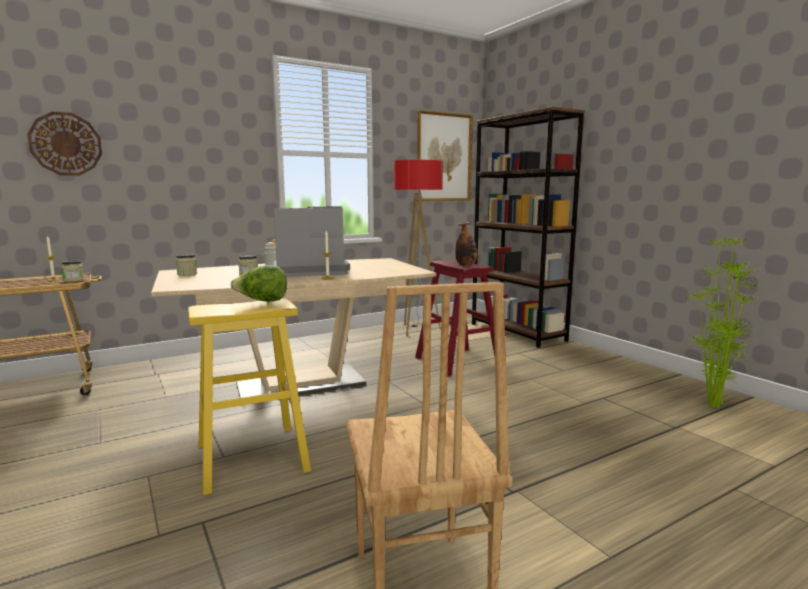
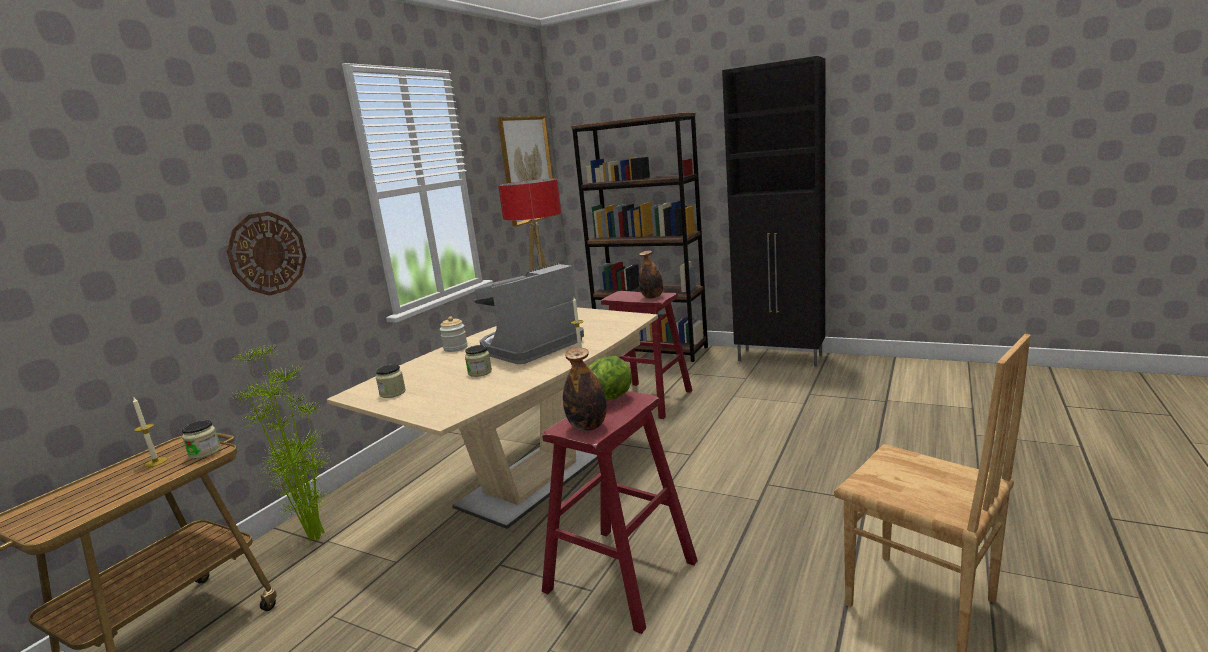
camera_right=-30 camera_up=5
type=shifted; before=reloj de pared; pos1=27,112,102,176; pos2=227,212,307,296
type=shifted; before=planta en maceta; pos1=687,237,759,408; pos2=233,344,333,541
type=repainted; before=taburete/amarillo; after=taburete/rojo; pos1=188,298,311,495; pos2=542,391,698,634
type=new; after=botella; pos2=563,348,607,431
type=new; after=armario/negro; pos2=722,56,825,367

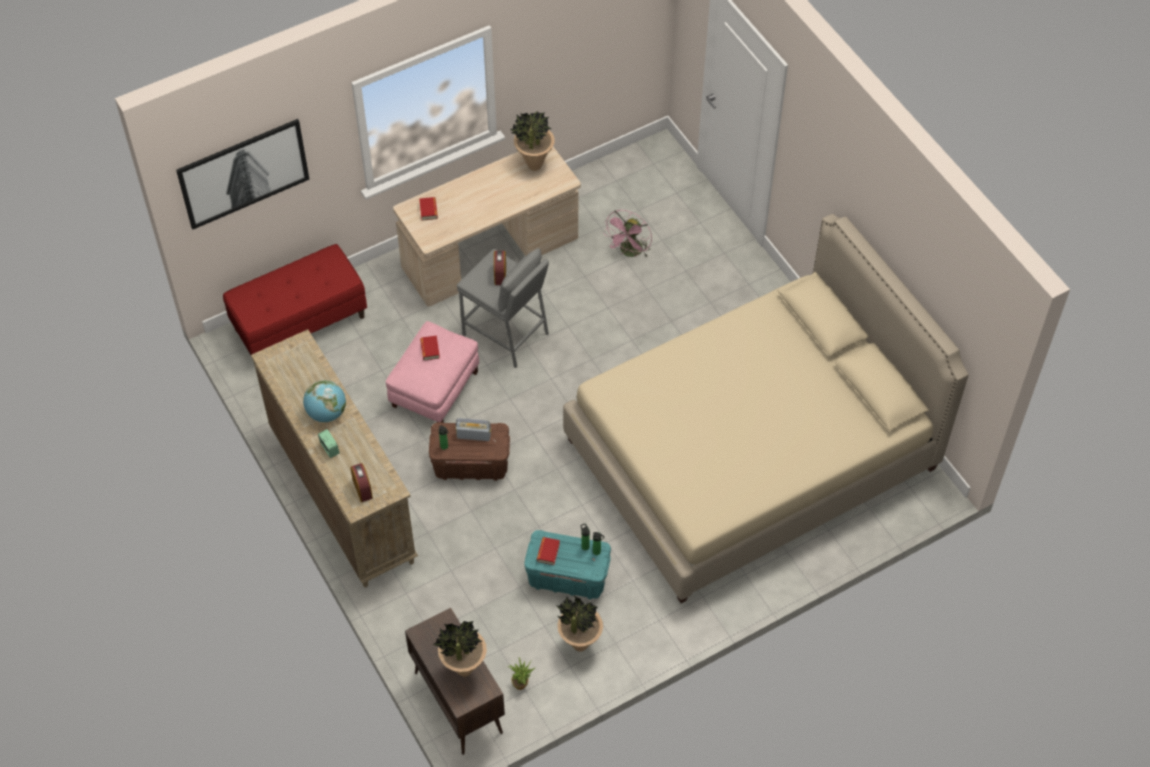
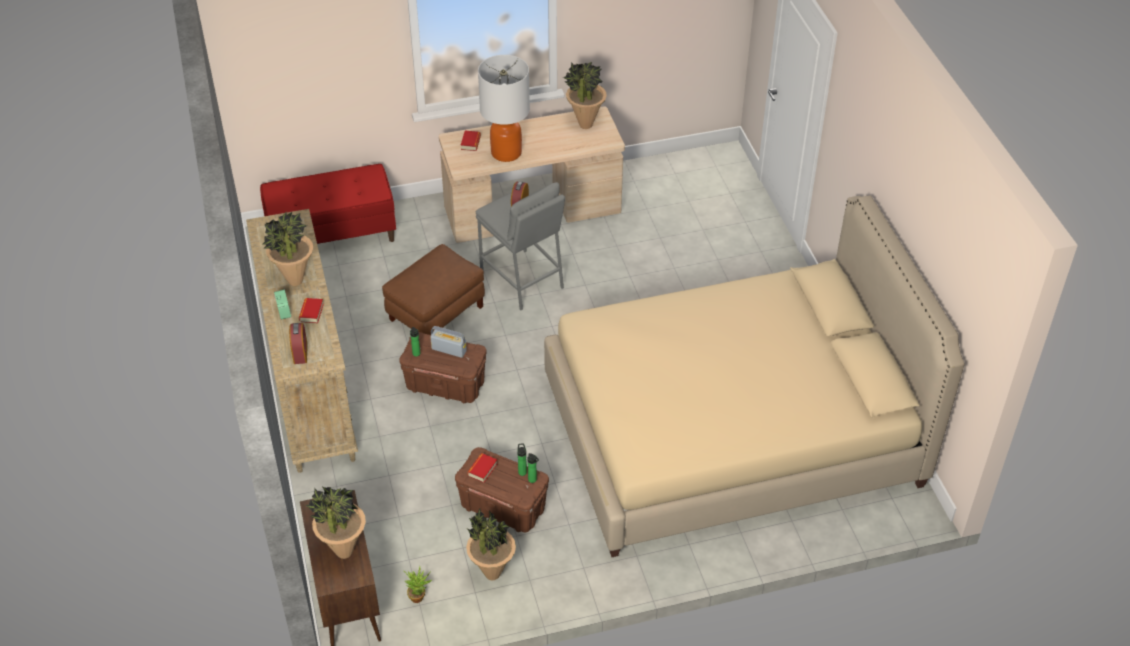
camera_right=15 camera_up=-10
type=swapped; before=globo terráqueo; after=planta en maceta; pos1=303,380,346,422; pos2=262,212,313,286
type=shifted; before=libro; pos1=420,336,440,361; pos2=299,298,324,323
type=repainted; before=puf/rosa; after=puf/marrón; pos1=385,321,479,423; pos2=382,244,485,335
type=repainted; before=caja de almacenaje/turquesa; after=caja de almacenaje/marrón; pos1=524,530,611,599; pos2=455,447,549,533
type=new; after=lámpara de mesa; pos2=478,55,530,162
type=gone; before=cuadro; pos1=176,119,310,229
type=gone; before=ventilador/rosa; pos1=603,210,652,257

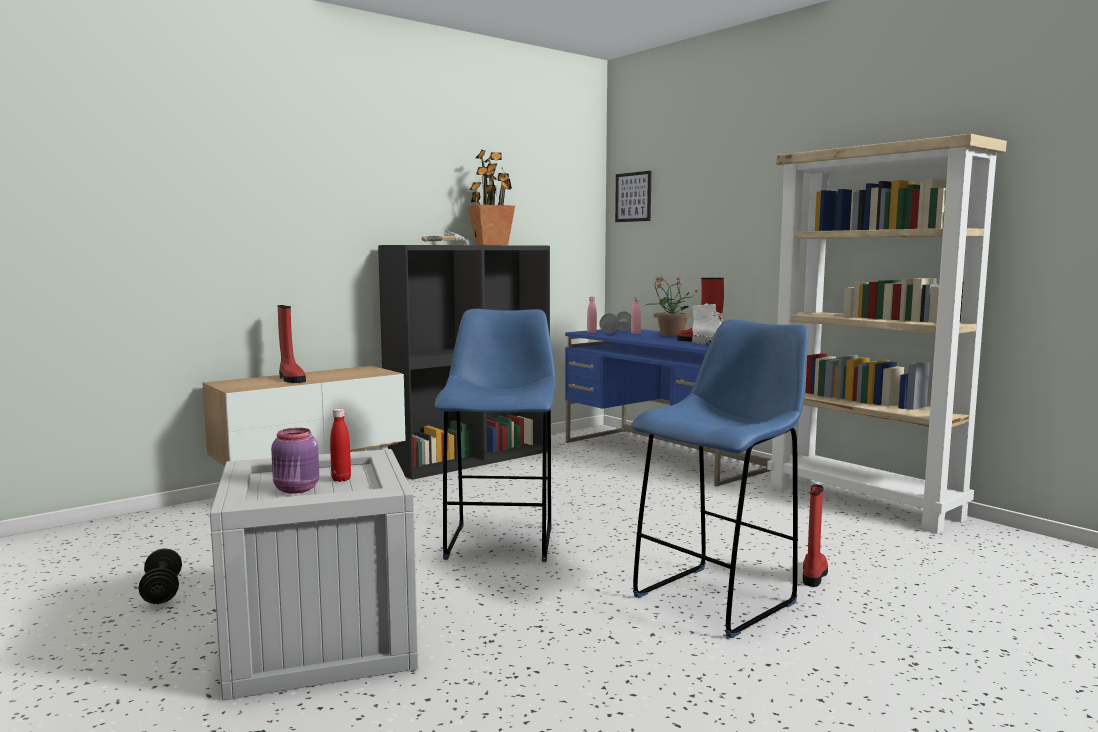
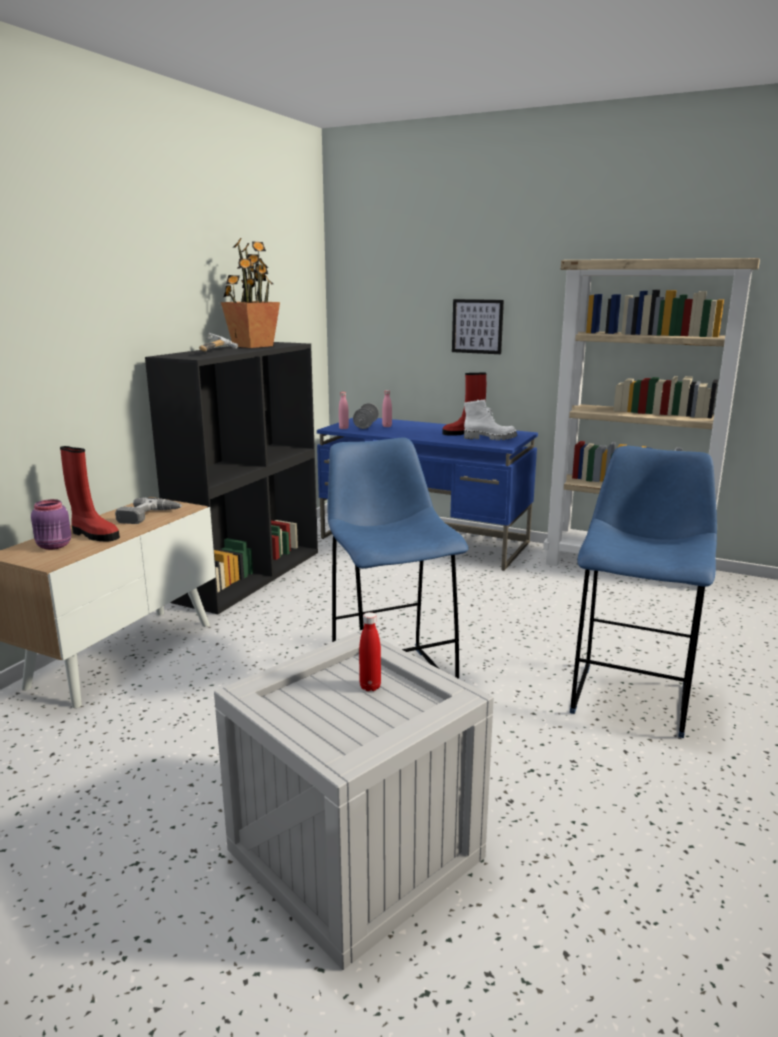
camera_right=-25 camera_up=10
type=shifted; before=tarro/morado; pos1=271,428,319,493; pos2=31,499,71,550
type=new; after=taladro; pos2=115,498,182,524
type=shifted; before=cuadro; pos1=615,171,652,222; pos2=452,299,504,354
type=gone; before=mancuerna/negro; pos1=138,548,182,604
type=gone; before=planta en maceta; pos1=646,276,699,336
type=gone; before=bota/rojo; pos1=803,485,828,587

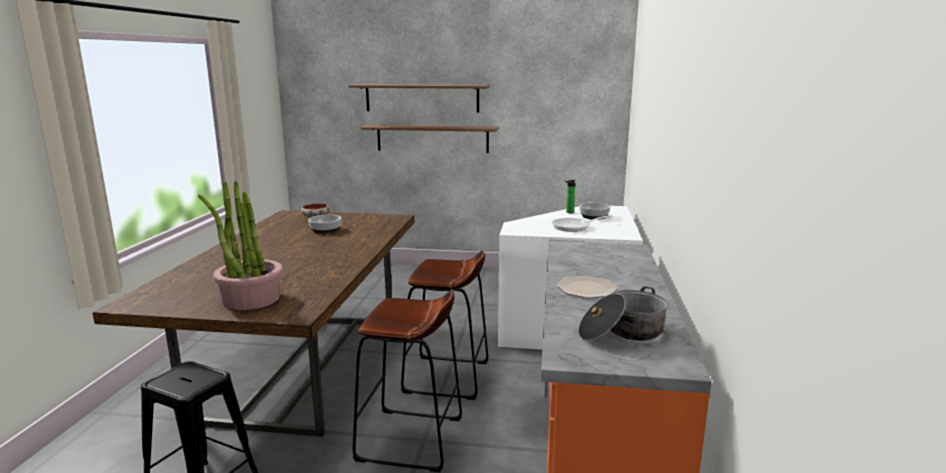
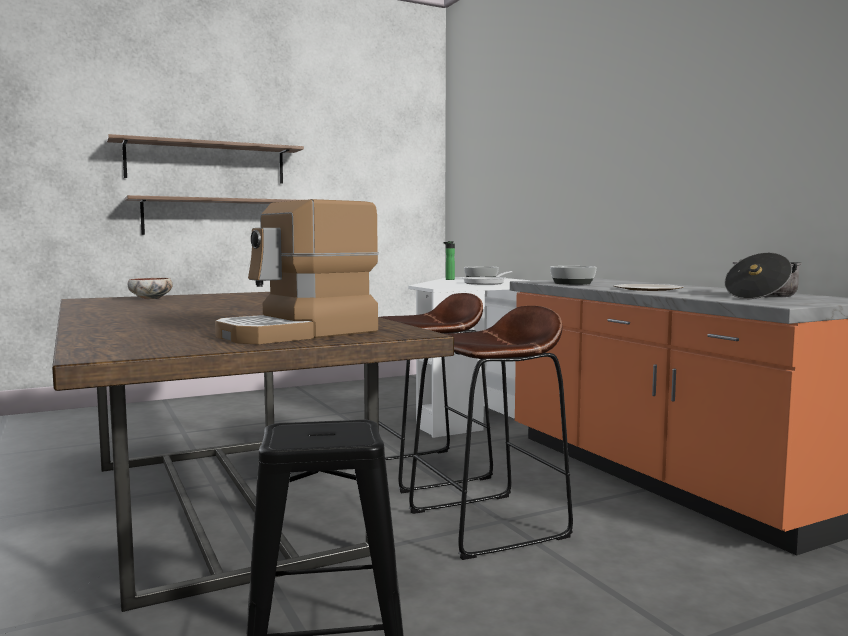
camera_right=-35 camera_up=-10
type=swapped; before=planta en maceta; after=cafetera; pos1=198,181,283,310; pos2=215,199,379,344
type=shifted; before=cuenco; pos1=308,215,342,234; pos2=550,266,597,285

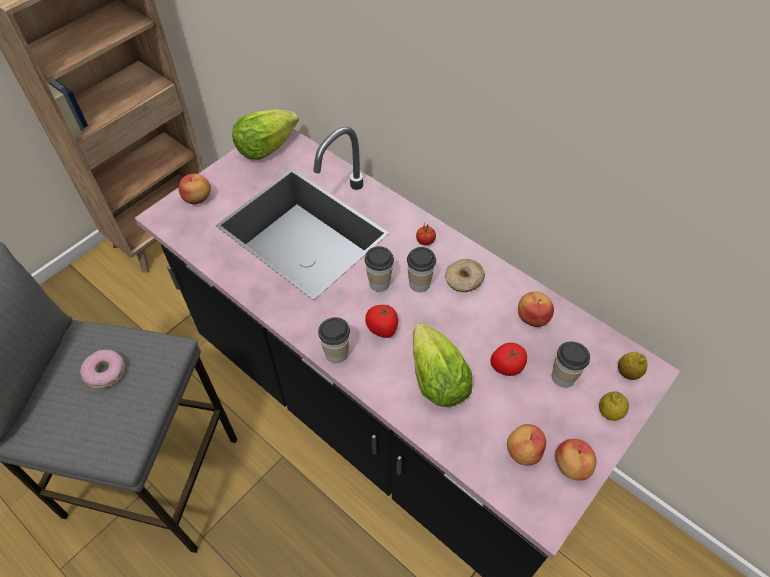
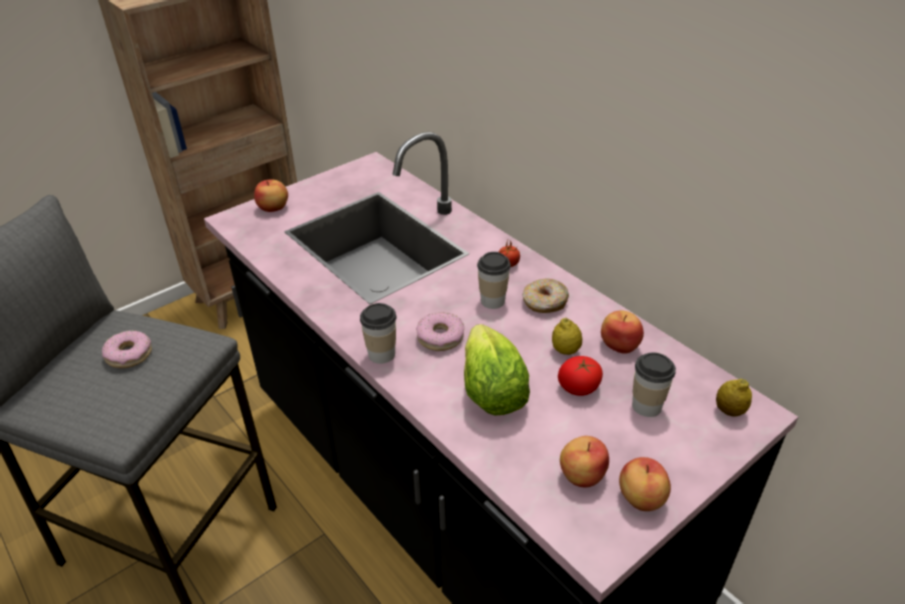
camera_right=10 camera_up=-15
type=swapped; before=tomate; after=rosquilla; pos1=365,305,398,338; pos2=416,312,464,351
type=shifted; before=limón; pos1=599,392,629,421; pos2=552,318,582,355
type=gone; before=lechuga; pos1=232,109,299,160
type=gone; before=taza; pos1=365,246,394,292

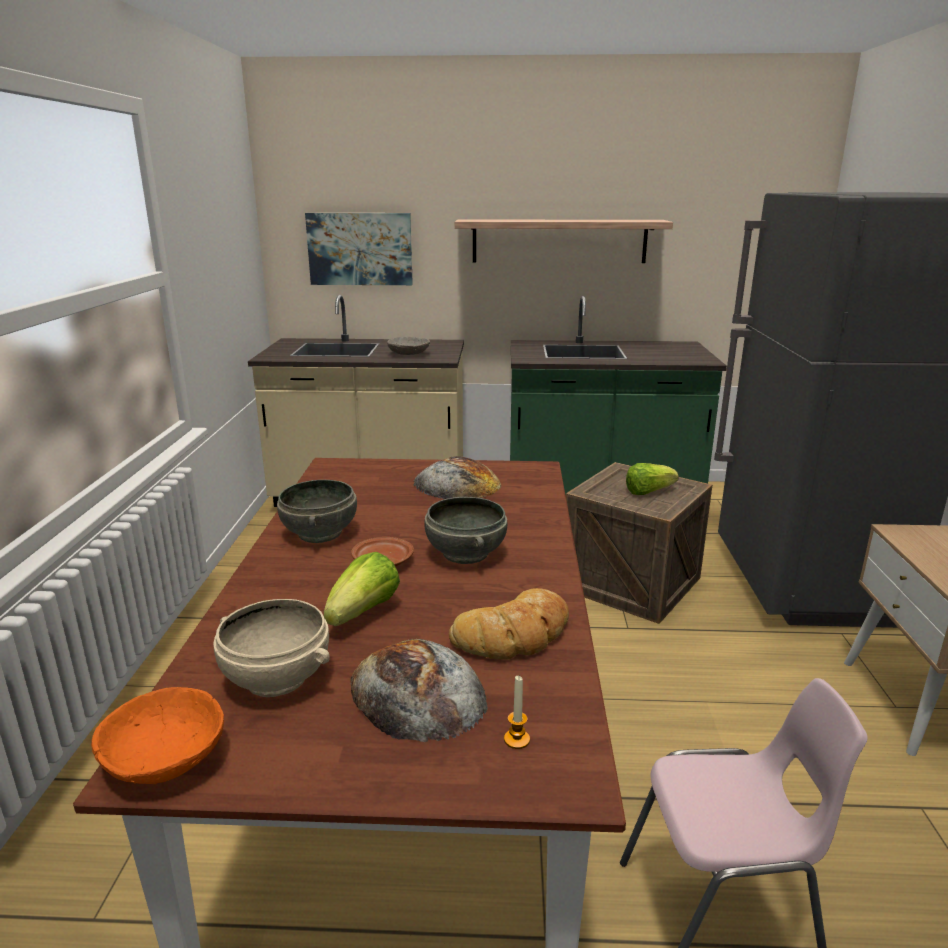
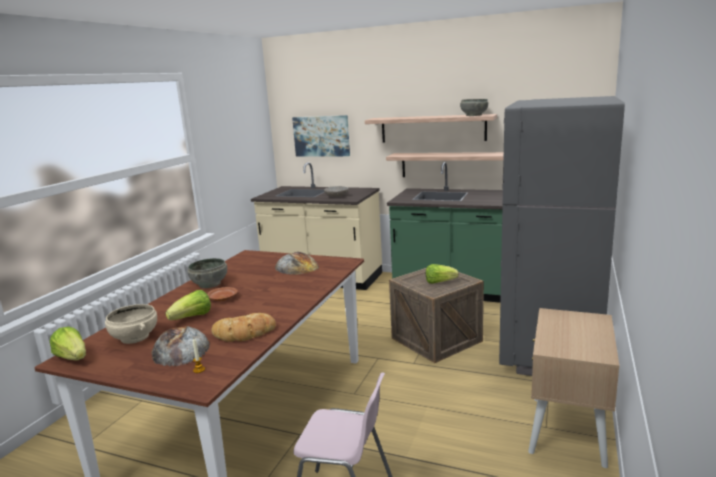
camera_right=20 camera_up=-5
type=swapped; before=cuenco/naranja; after=lechuga; pos1=91,687,224,784; pos2=50,327,86,360
type=new; after=estante; pos2=386,152,504,177
type=shifted; before=cuenco/gris; pos1=425,497,507,564; pos2=460,99,488,116

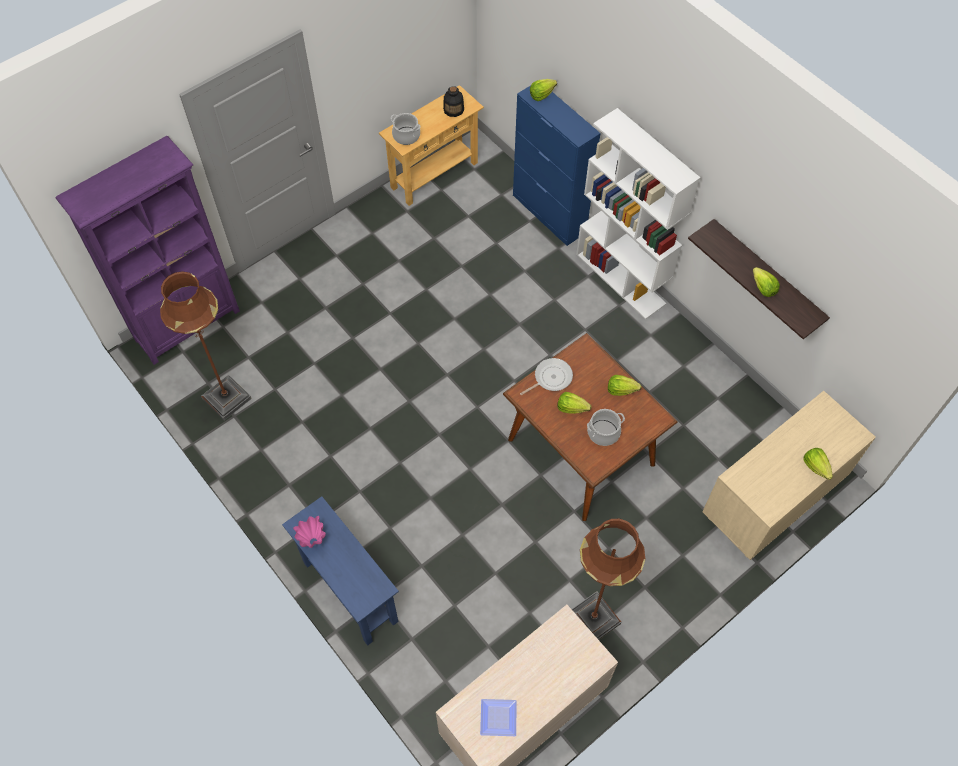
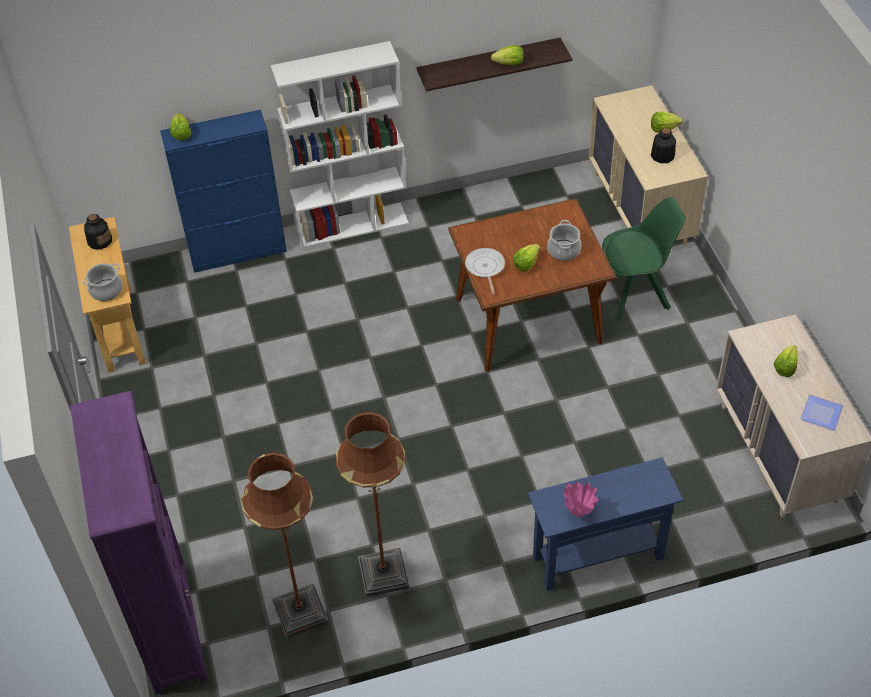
camera_right=-65 camera_up=-10
type=shifted; before=lámpara de pie/marrón; pos1=572,519,646,640; pos2=336,412,410,597
type=new; after=silla/verde; pos2=602,197,686,322
type=new; after=botella; pos2=651,128,676,163
type=shifted; before=lechuga; pos1=608,375,641,396; pos2=774,345,798,377

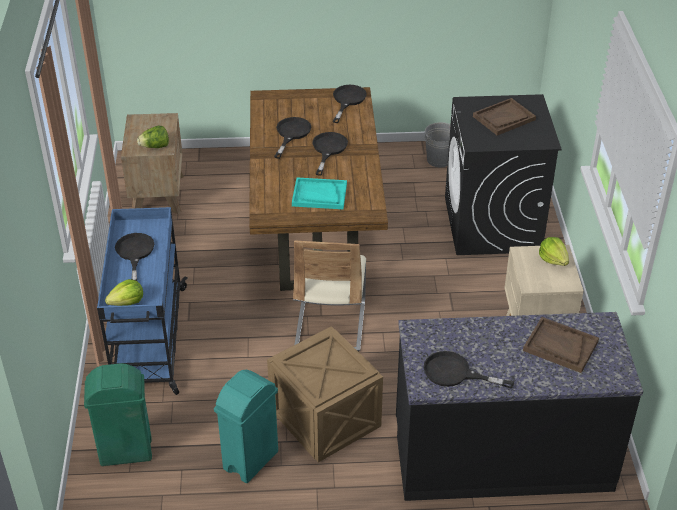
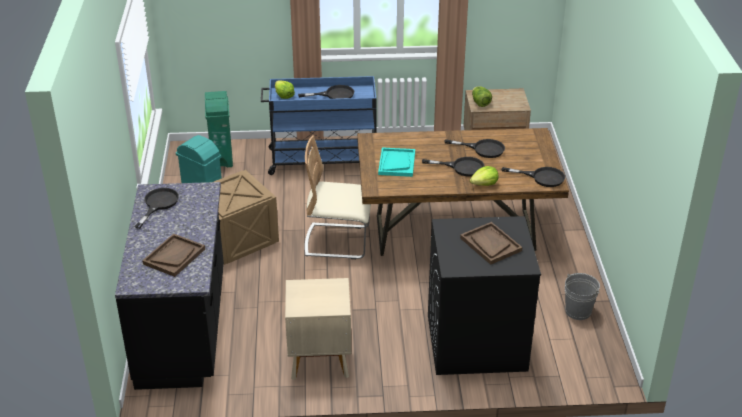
camera_right=90 camera_up=-5
type=shifted; before=lechuga; pos1=539,237,569,266; pos2=470,166,498,186

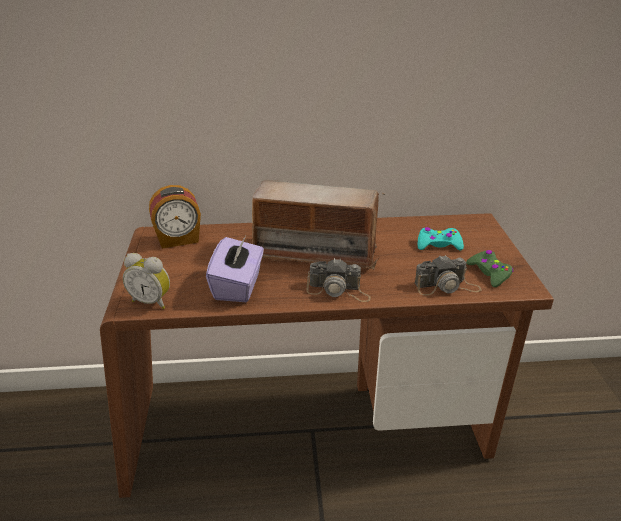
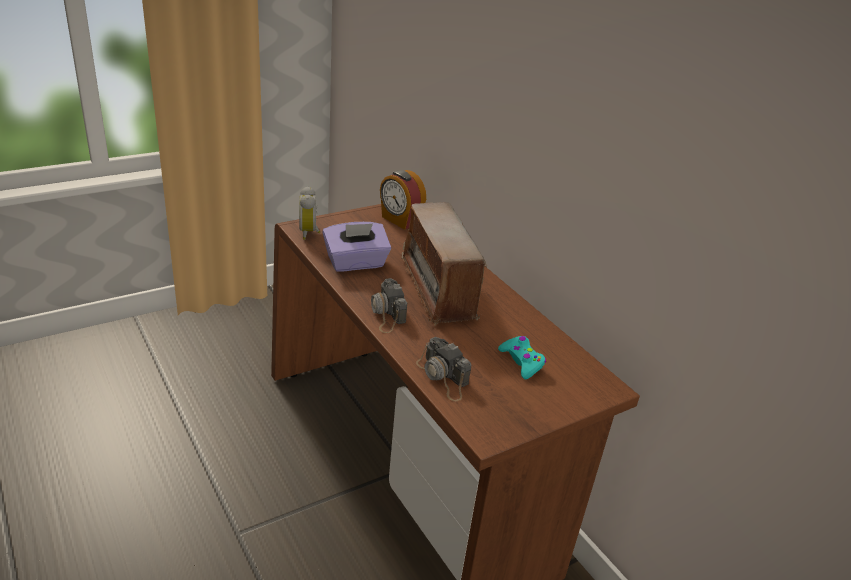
camera_right=60 camera_up=0
type=gone; before=mando de consola/verde; pos1=466,250,514,287

